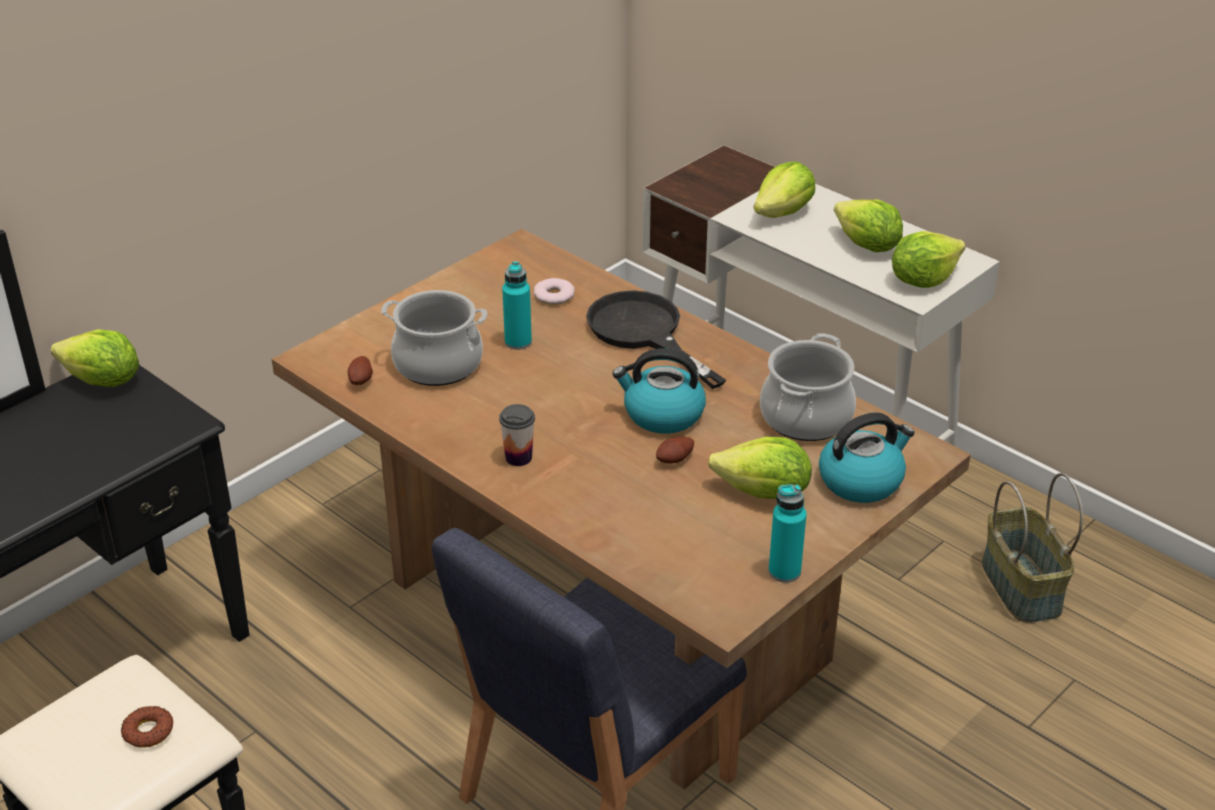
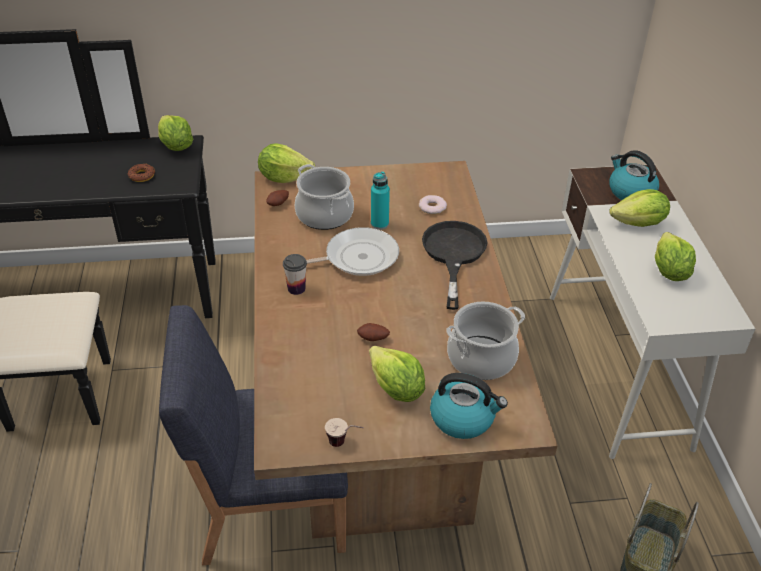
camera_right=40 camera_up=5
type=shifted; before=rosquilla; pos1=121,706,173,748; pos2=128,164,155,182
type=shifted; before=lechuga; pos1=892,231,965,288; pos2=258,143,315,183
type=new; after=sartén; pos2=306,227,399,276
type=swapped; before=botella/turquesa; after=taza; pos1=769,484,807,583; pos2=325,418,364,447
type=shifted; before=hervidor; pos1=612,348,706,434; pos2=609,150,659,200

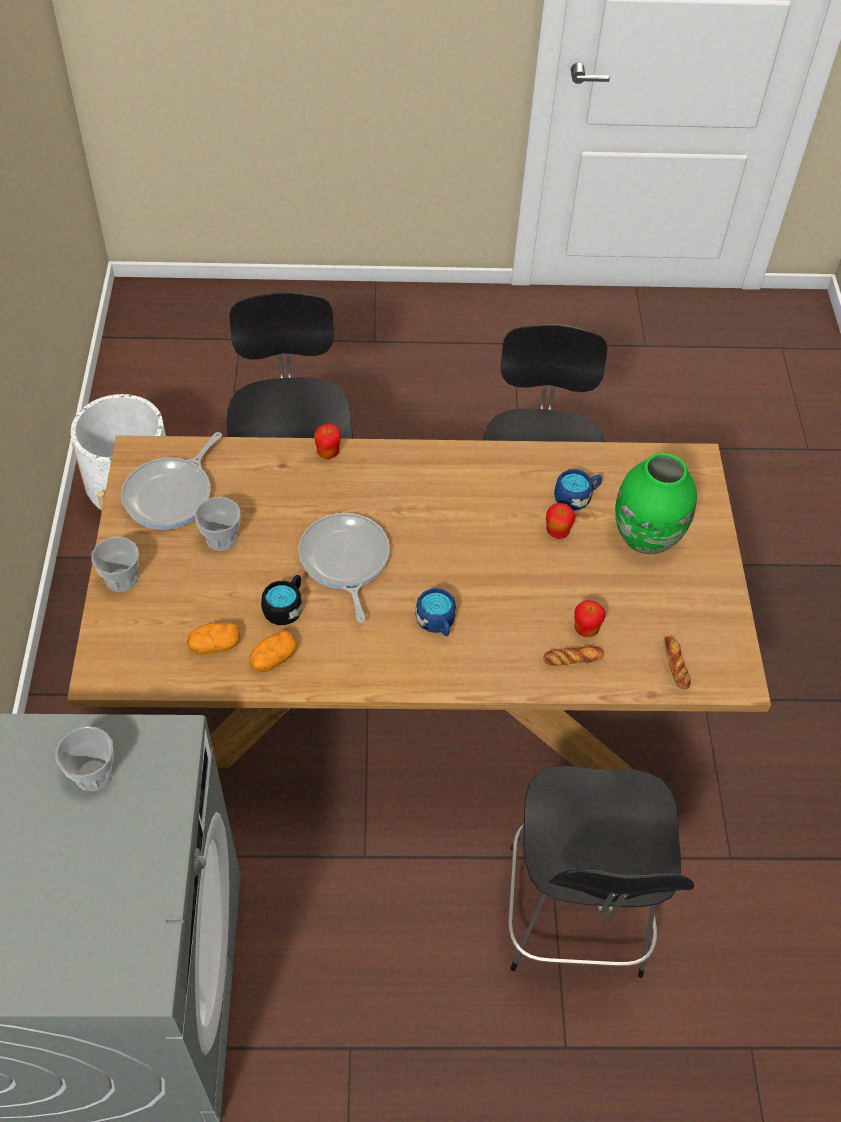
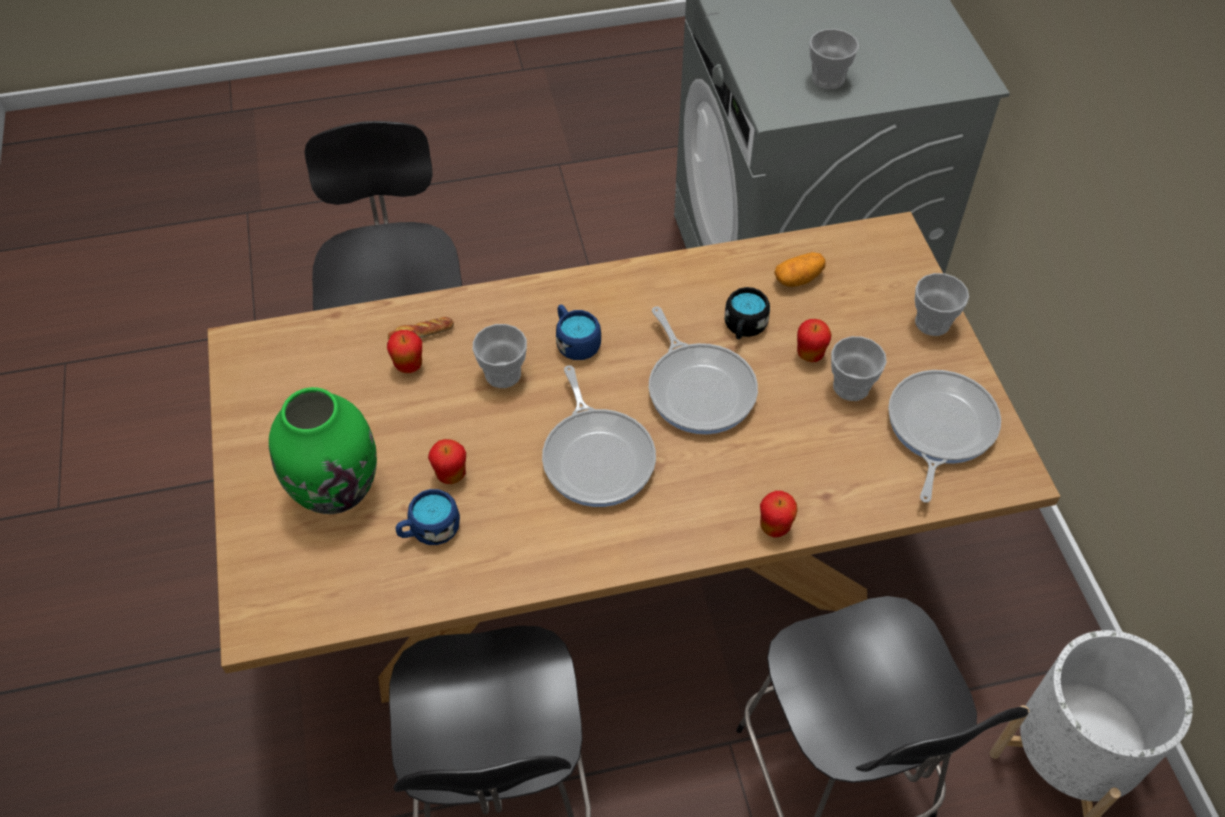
camera_right=170 camera_up=0
type=new; after=taza; pos2=473,324,527,388
type=new; after=sartén; pos2=542,365,656,507
type=new; after=manzana; pos2=797,319,832,362
type=gone; before=patata; pos1=250,630,297,672
type=gone; before=pan; pos1=663,636,691,690

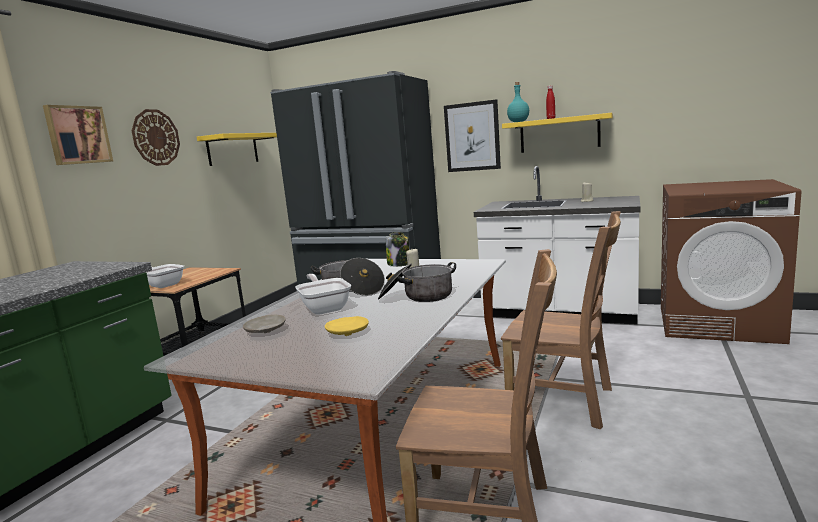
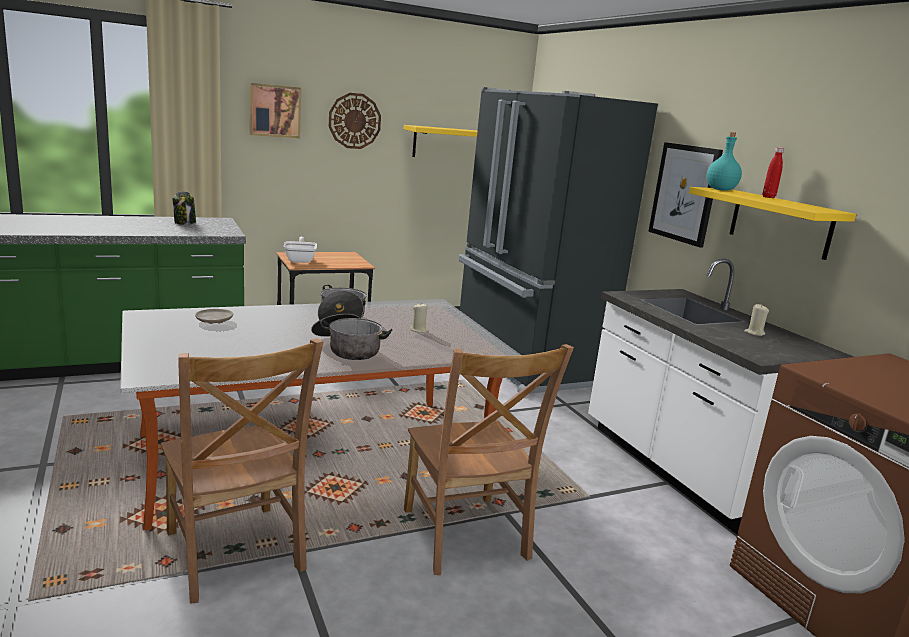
camera_right=40 camera_up=5
type=shifted; before=tarro; pos1=386,232,410,266; pos2=173,192,196,225
type=gone; before=sartén; pos1=295,274,351,315
type=gone; before=plato/amarillo; pos1=325,316,369,336

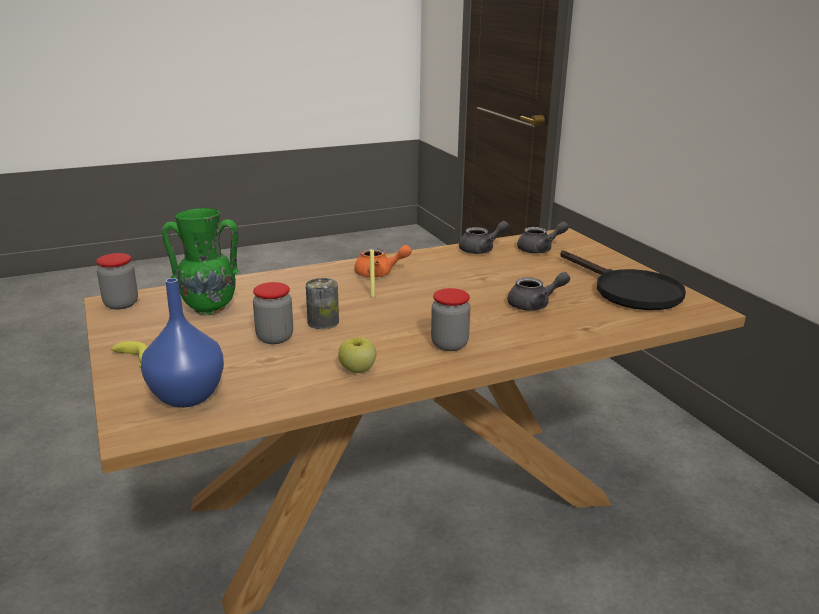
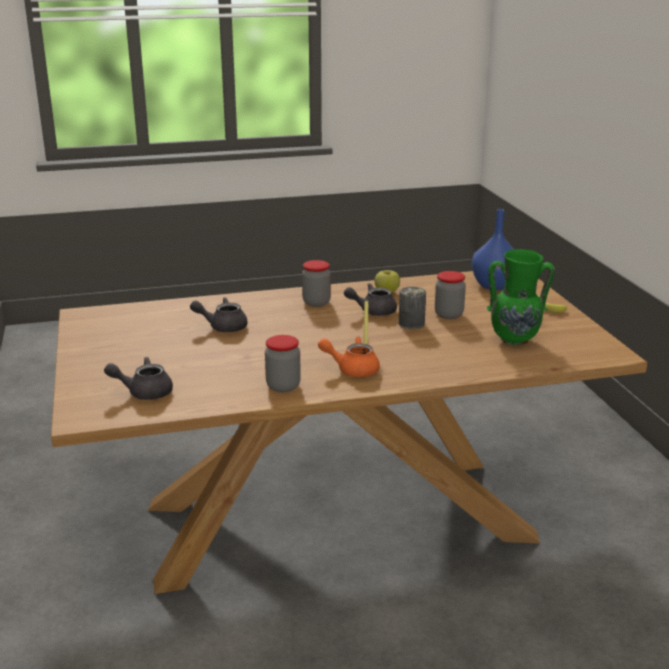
camera_right=-170 camera_up=0
type=shifted; before=tarro; pos1=96,253,138,310; pos2=265,335,301,392
type=shifted; before=tetera/gris; pos1=459,221,509,254; pos2=344,283,397,316
type=gone; before=sartén/negro; pos1=560,250,686,310

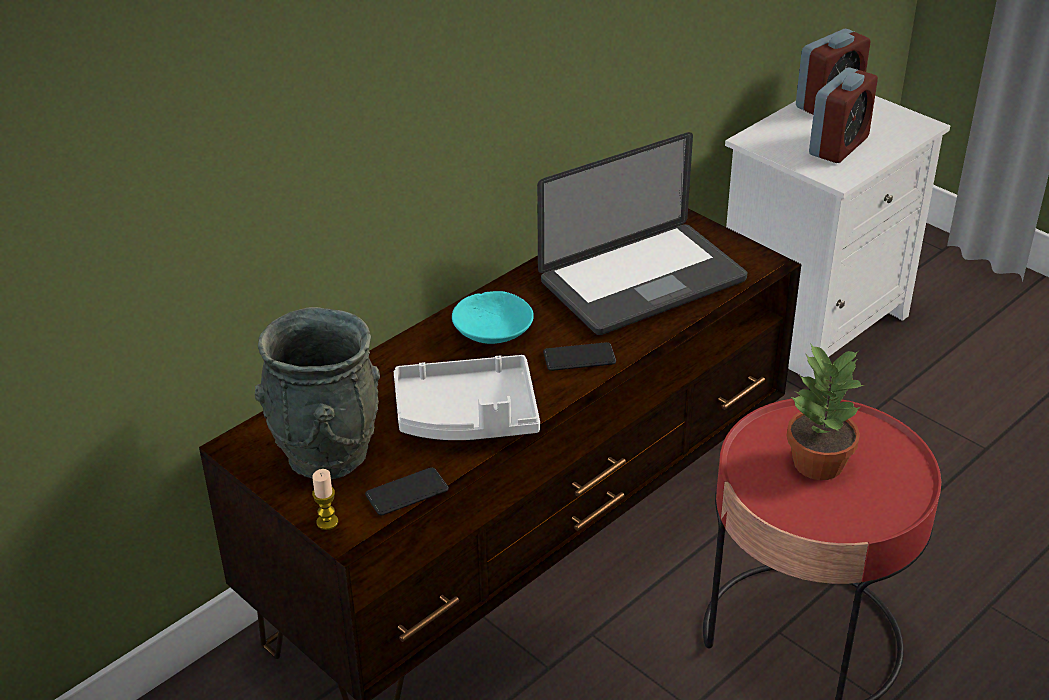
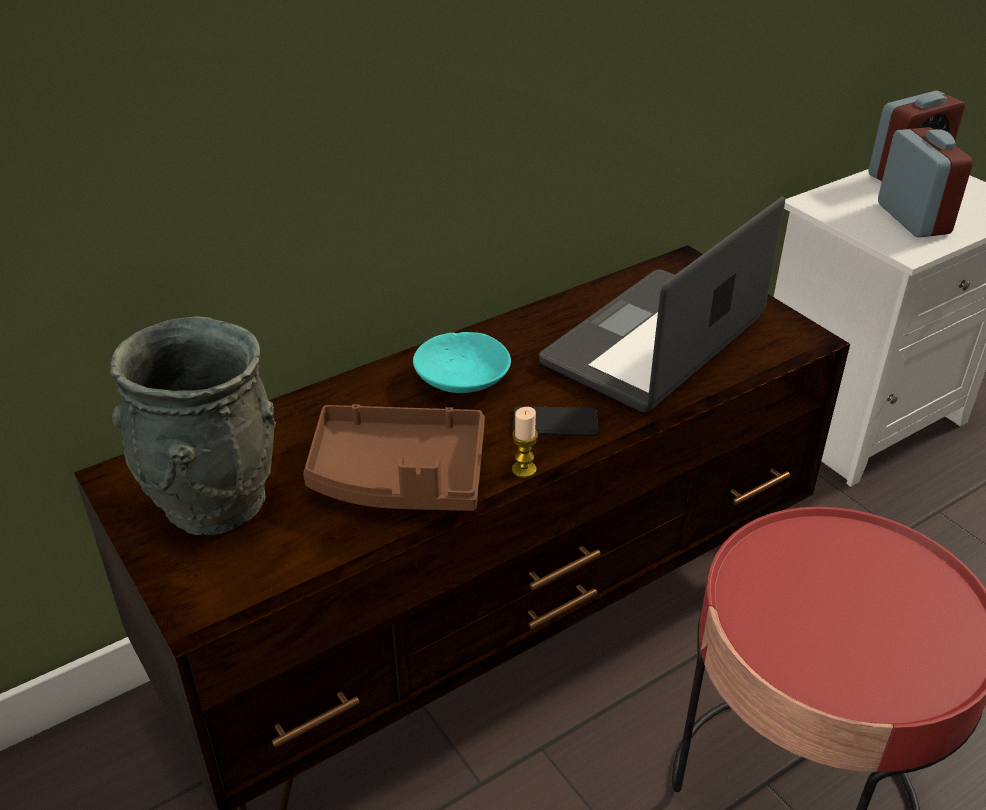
camera_right=10 camera_up=0
type=repainted; before=bandeja/blanco; after=bandeja/marrón; pos1=394,355,540,440; pos2=303,404,485,511
type=shifted; before=vela; pos1=312,469,338,530; pos2=512,407,538,478
type=rotated; before=portátil; pos1=537,132,747,335; pos2=539,196,785,413; turn=150
type=rotated; before=despertador; pos1=809,67,878,163; pos2=878,127,973,238; turn=-60
type=gone; before=móvil; pos1=365,467,449,515
type=gone; before=planta en maceta; pos1=787,344,864,480

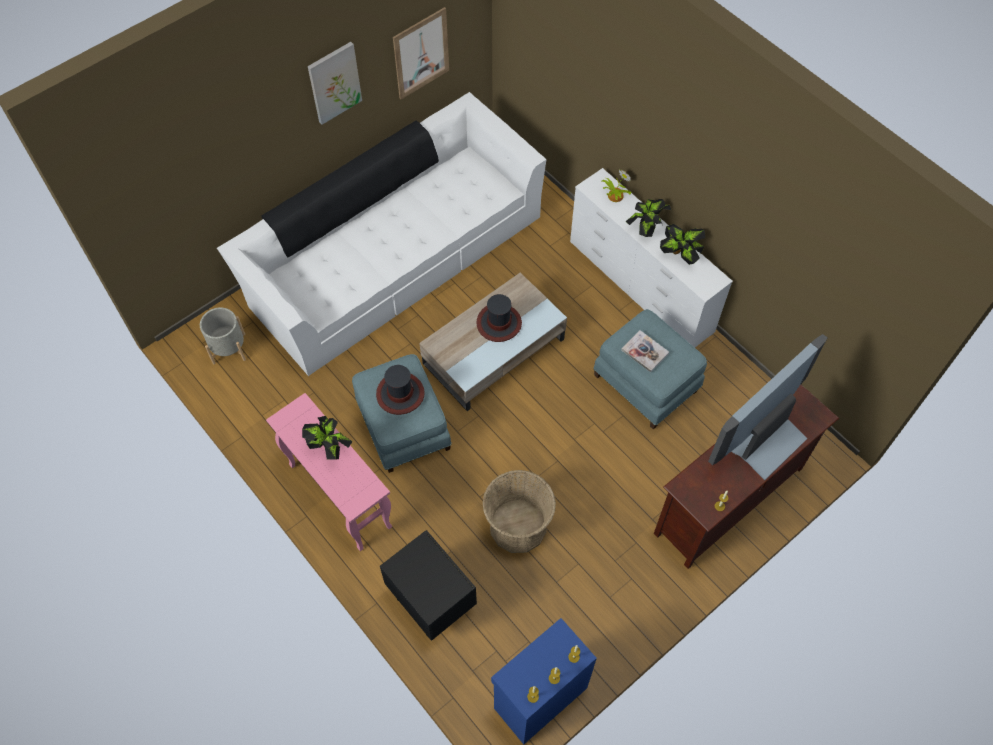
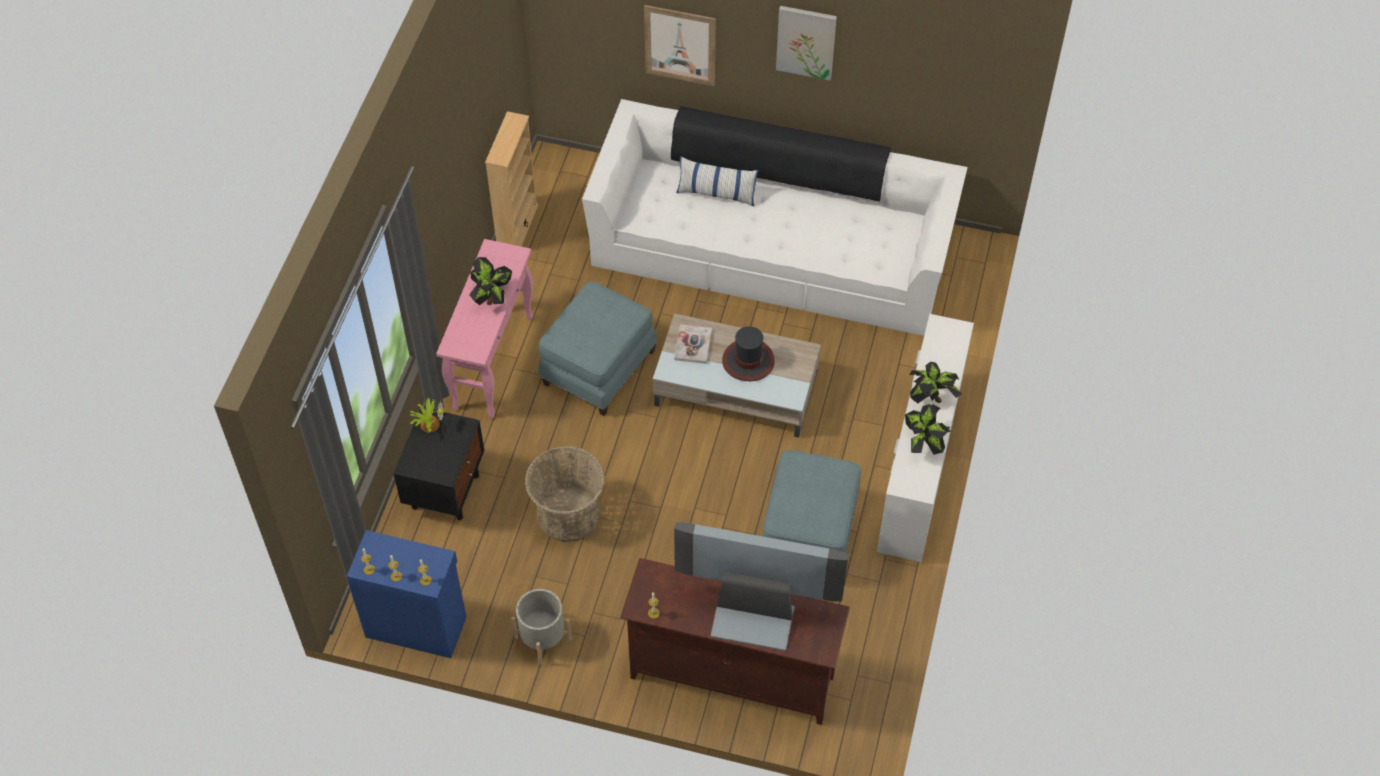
camera_right=55 camera_up=-5
type=shifted; before=planta en maceta; pos1=602,170,632,202; pos2=410,398,444,432
type=new; after=estantería/beis; pos2=485,111,538,247
type=shifted; before=maceta/gris; pos1=200,308,246,364; pos2=511,589,572,664
type=shifted; before=cuadro; pos1=393,7,449,100; pos2=644,5,716,86
type=shifted; before=libro; pos1=621,330,669,372; pos2=674,324,712,364
type=new; after=cojín; pos2=676,156,759,207
type=gone; before=sombrero; pos1=376,365,425,415

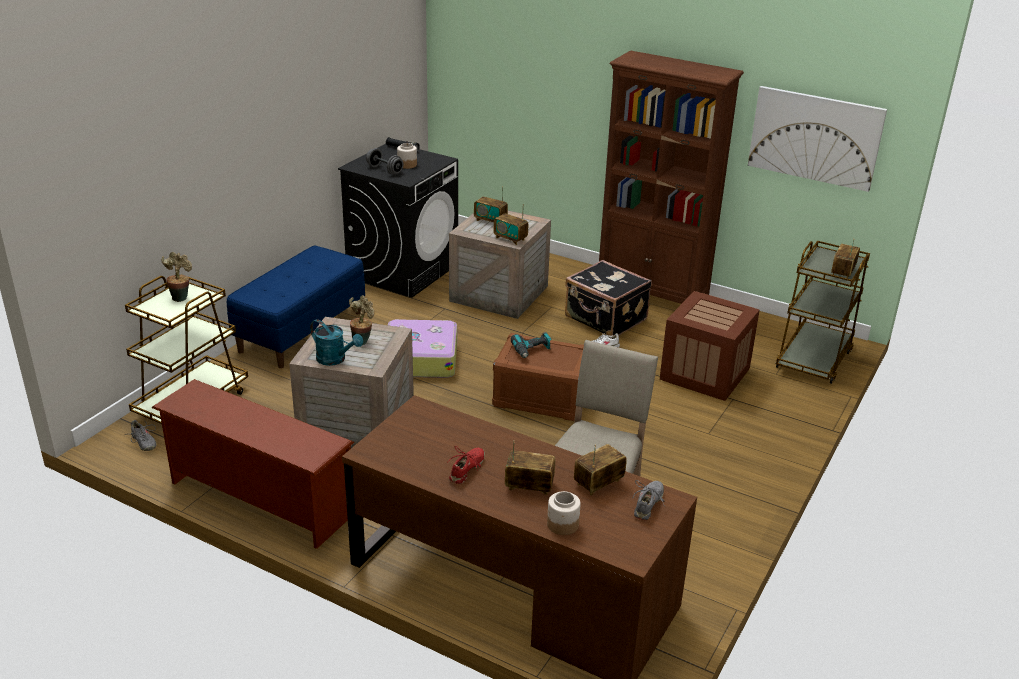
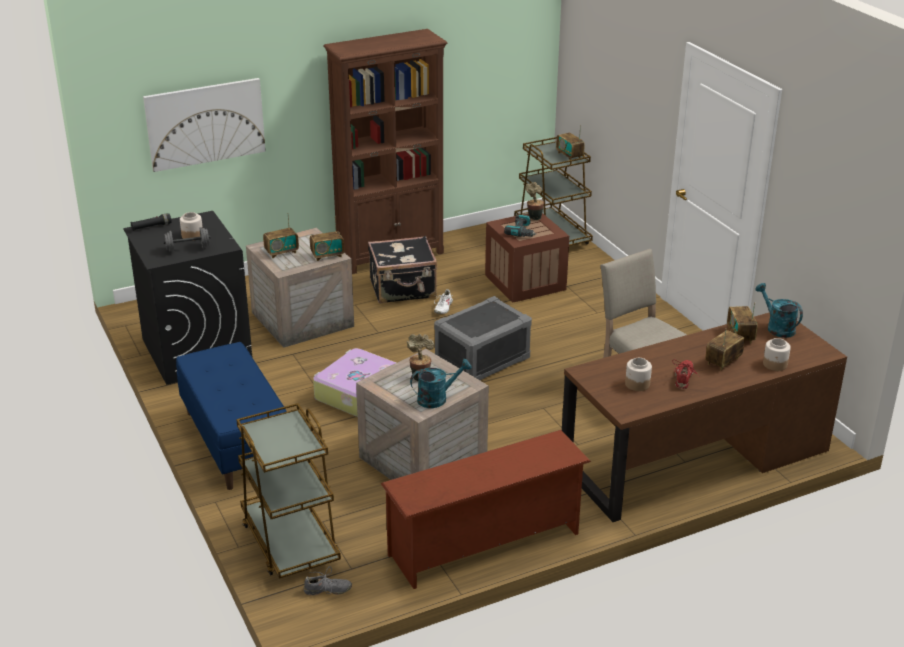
camera_right=-55 camera_up=0
type=shifted; before=cuadro; pos1=748,86,887,192; pos2=143,78,266,172
type=repainted; before=caja de almacenaje/marrón; after=caja de almacenaje/gris; pos1=492,333,584,421; pos2=434,296,532,381
type=shifted; before=taladro; pos1=511,332,552,358; pos2=504,214,537,237
type=shifted; before=planta en maceta; pos1=161,252,192,302; pos2=525,182,544,220
type=new; after=tarro; pos2=625,358,652,391
type=rotated; before=zapato/rojo; pos1=447,446,485,484; pos2=672,359,699,389; turn=45
type=swapped; before=zapato/gris; after=regadera/turquesa; pos1=633,480,665,520; pos2=755,283,803,338

